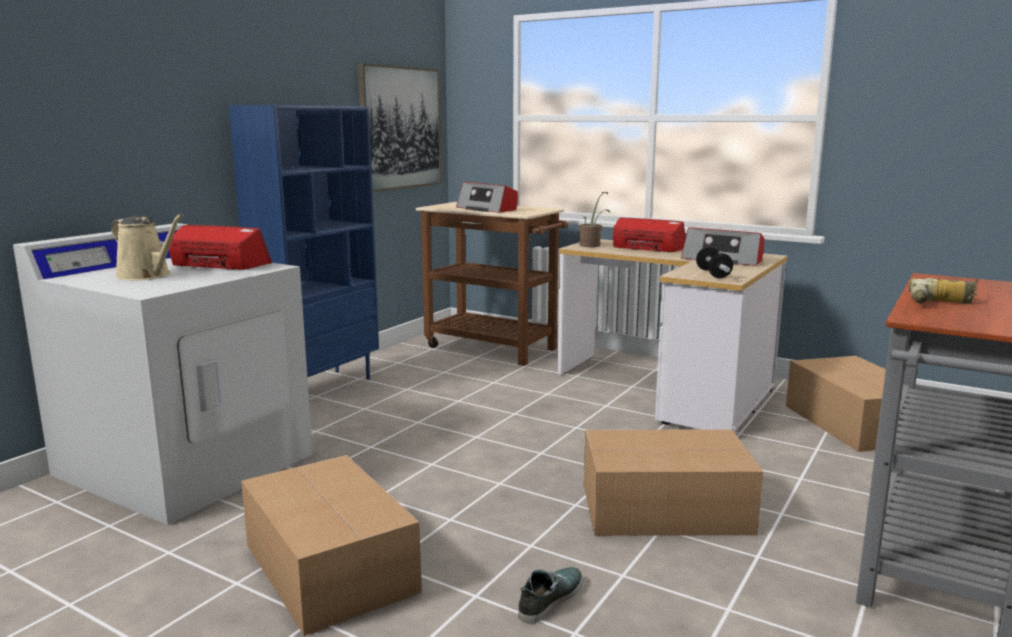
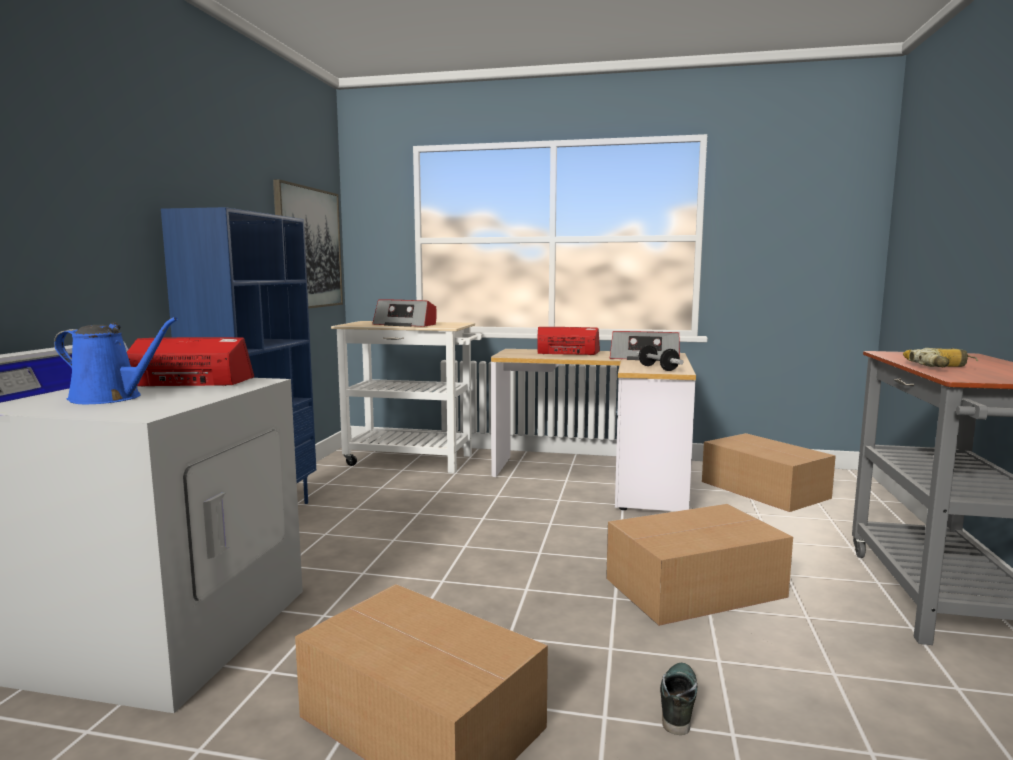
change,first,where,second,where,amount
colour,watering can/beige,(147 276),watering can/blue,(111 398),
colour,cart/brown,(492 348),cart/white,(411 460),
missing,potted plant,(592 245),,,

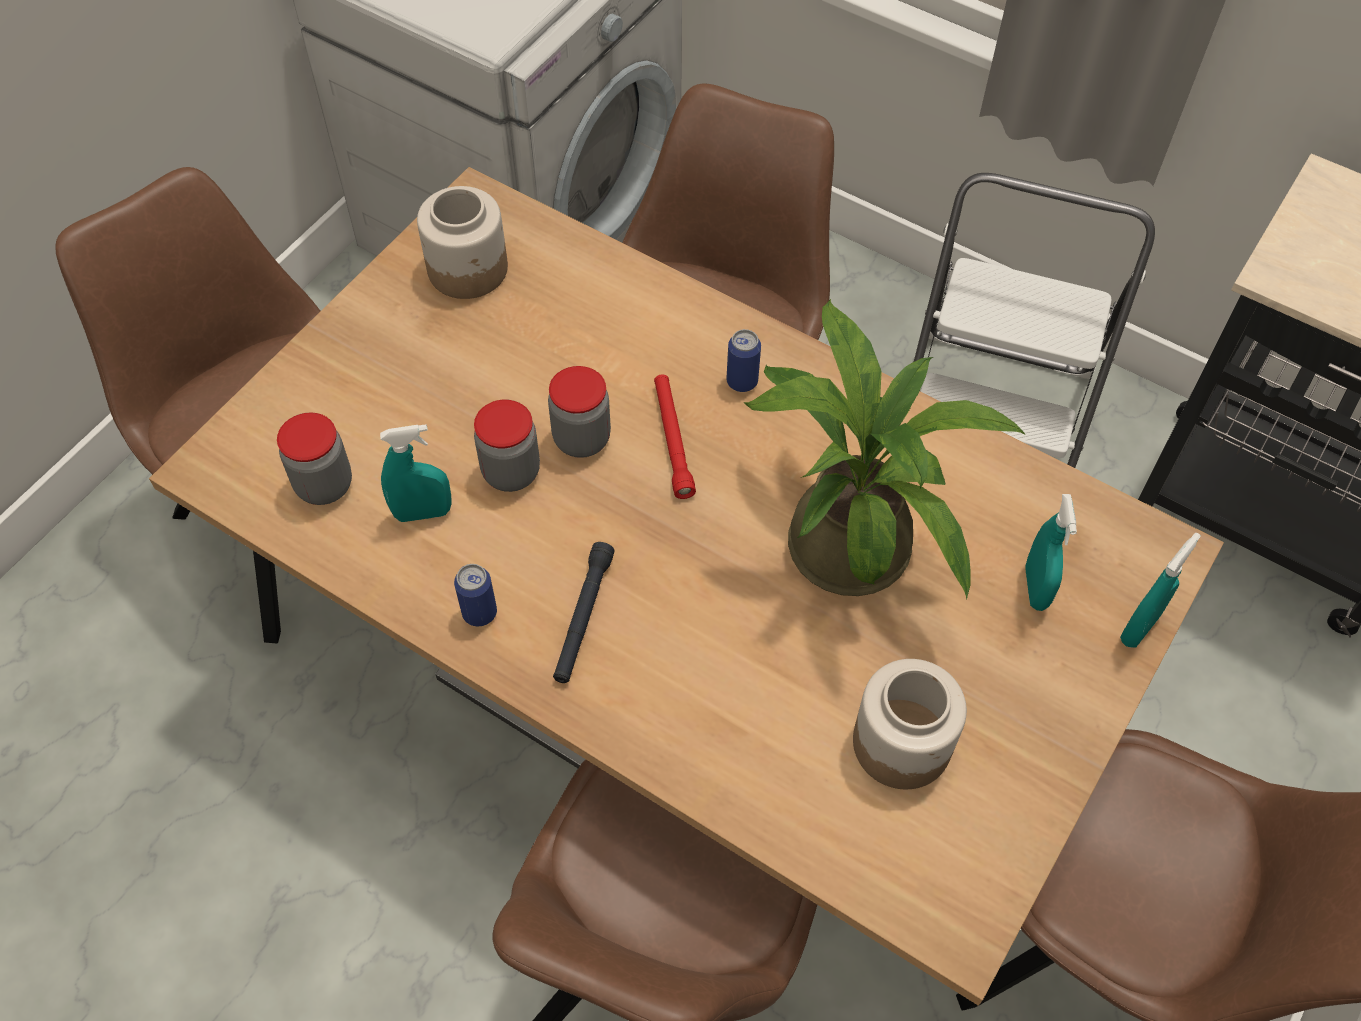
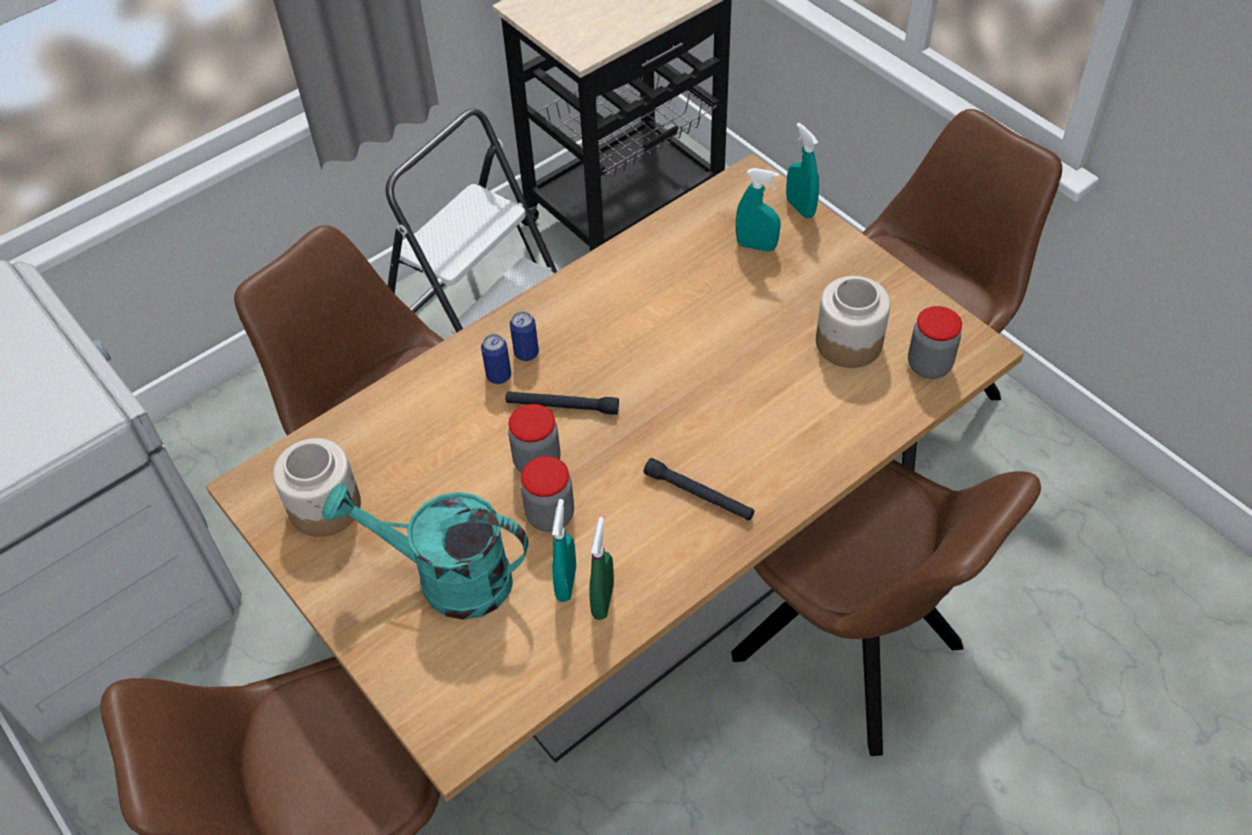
change,first,where,second,where,amount
relocated,jar,(324 485),,(929 365),
relocated,can,(479 613),,(499 376),
colour,flashlight/red,(672 440),flashlight/black,(562 406),
missing,potted plant,(849 534),,,
appeared,,,watering can/turquoise,(447 578),
appeared,,,spray bottle/green,(603 600),

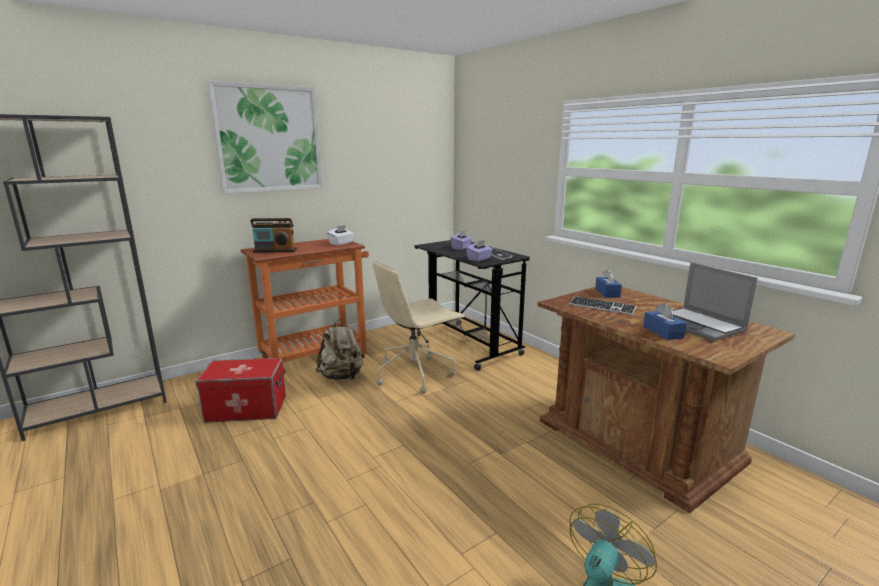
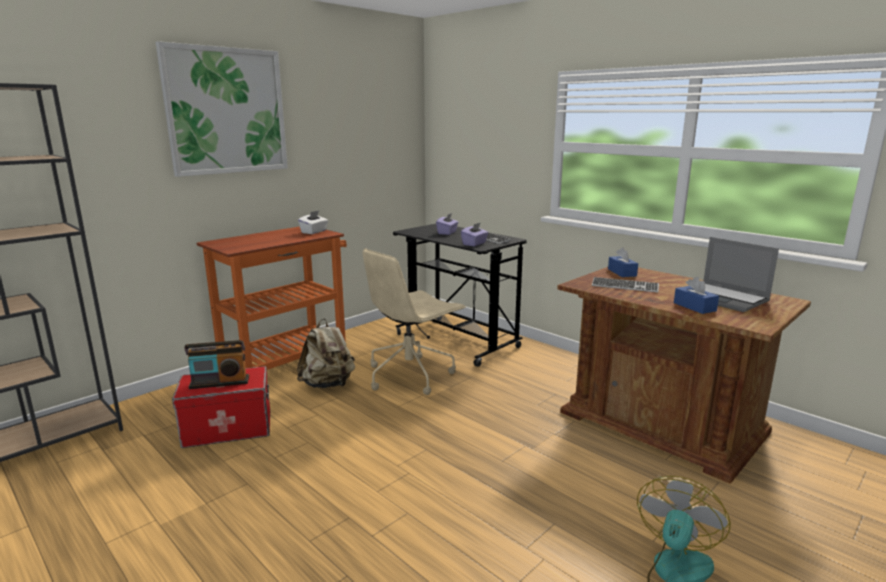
change,first,where,second,where,amount
relocated,radio,(275 251),,(219 382),

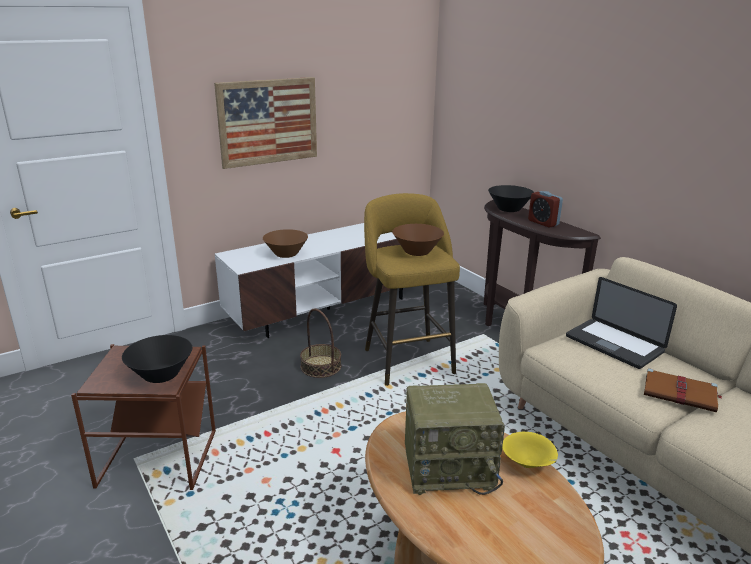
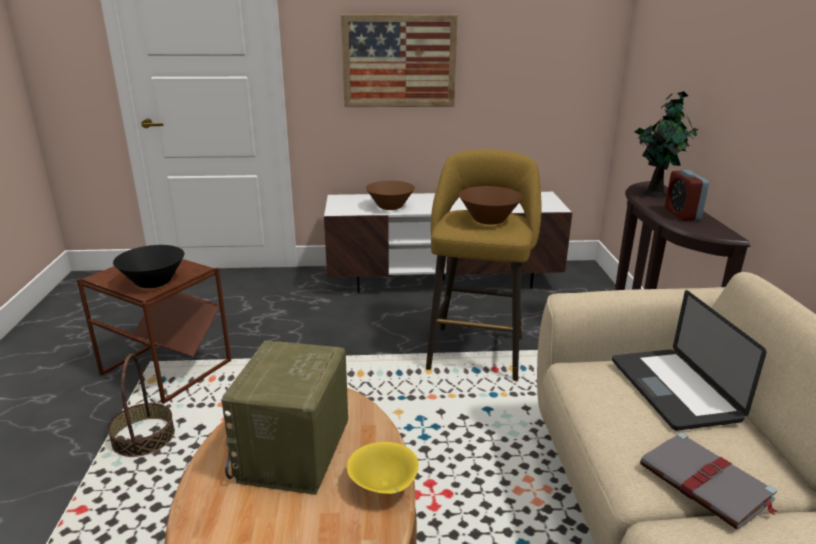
change,first,where,second,where,amount
relocated,basket,(320 366),,(143 437),
spun,radio,(450 467),,(294 455),75 degrees clockwise
exchanged,bowl/black,(509 209),potted plant,(655 193),
colour,book/brown,(681 393),book/grey,(707 483),

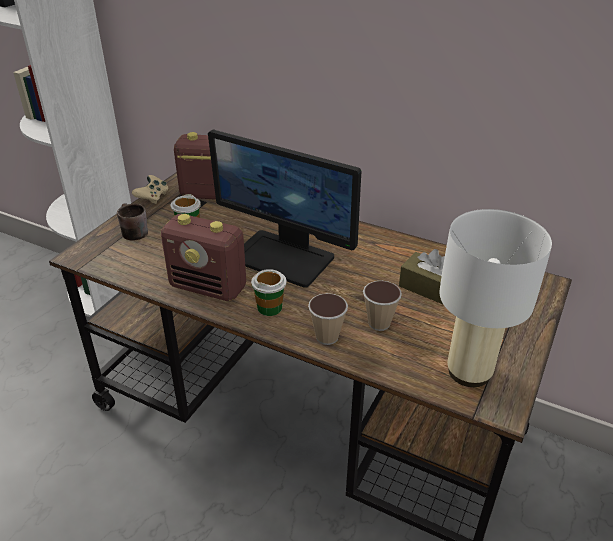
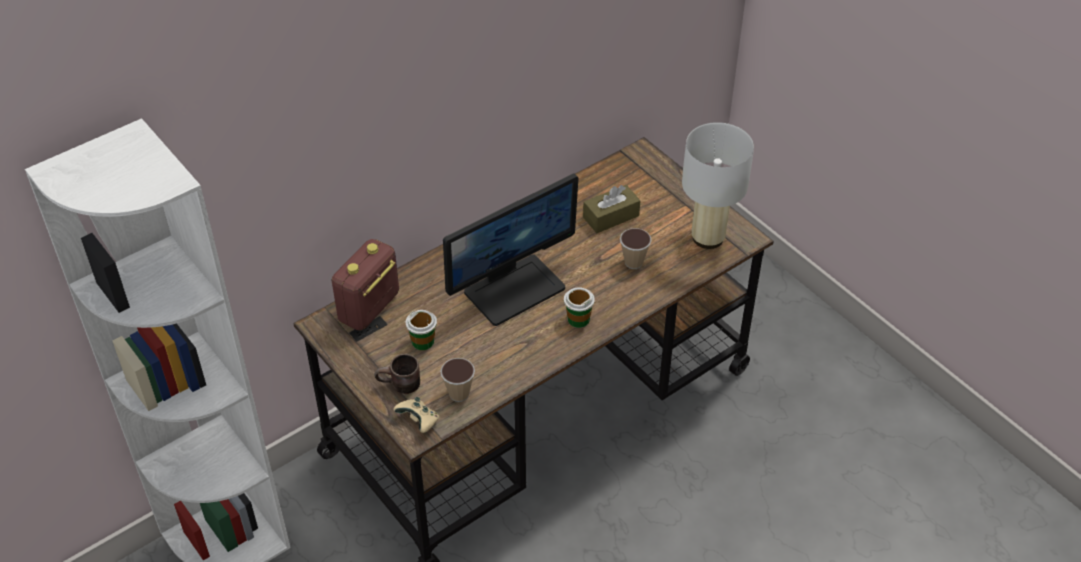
change,first,where,second,where,amount
relocated,game controller/beige,(152 197),,(419 421),
missing,radio,(209 287),,,
relocated,cup,(327 337),,(459 394),

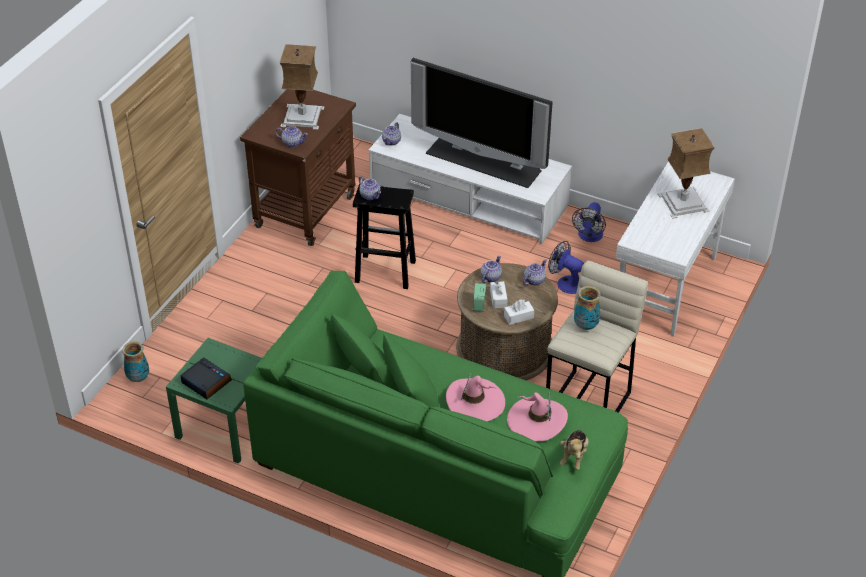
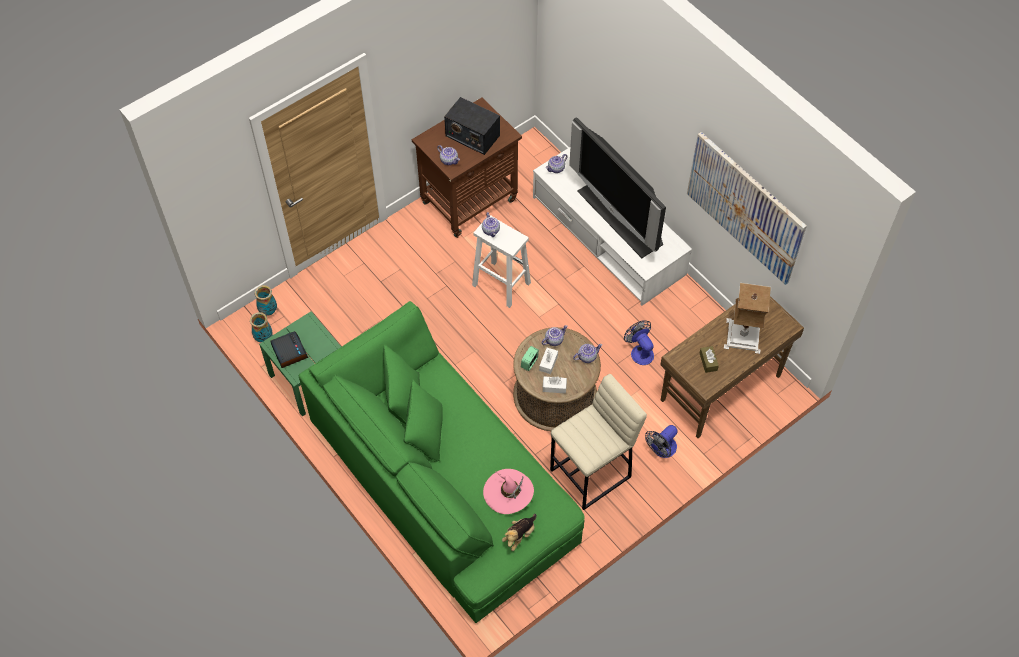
change,first,where,second,where,amount
exchanged,table lamp,(303 116),radio,(472 135),
colour,stool/black,(384 271),stool/white,(500 284),
missing,hat/pink,(475 402),,,
relocated,fan,(589 237),,(661 450),
relocated,vase,(586 326),,(264 337),
colour,console table/white,(666 287),console table/brown,(720 389),
appeared,,,picture,(745 207),
appeared,,,tissue box/brown,(708 361),

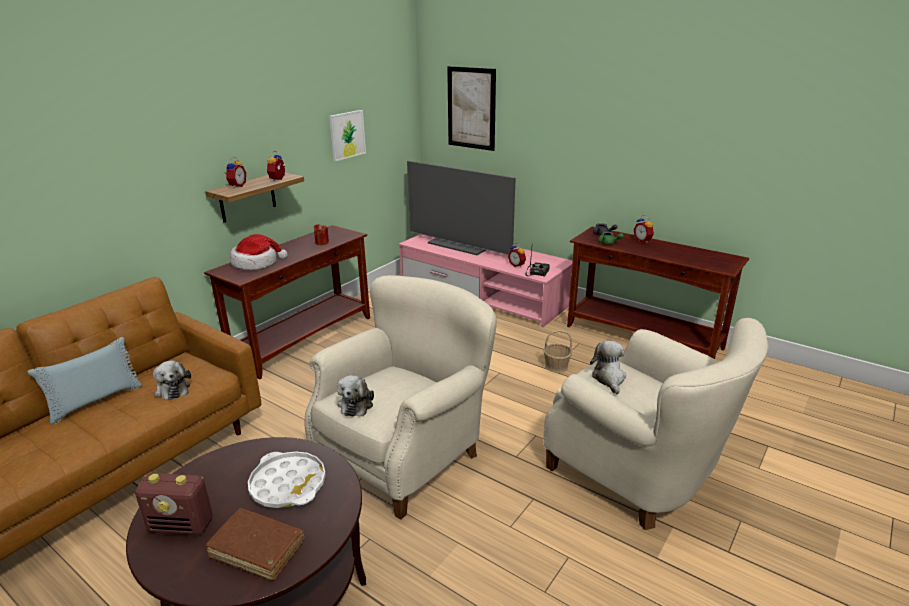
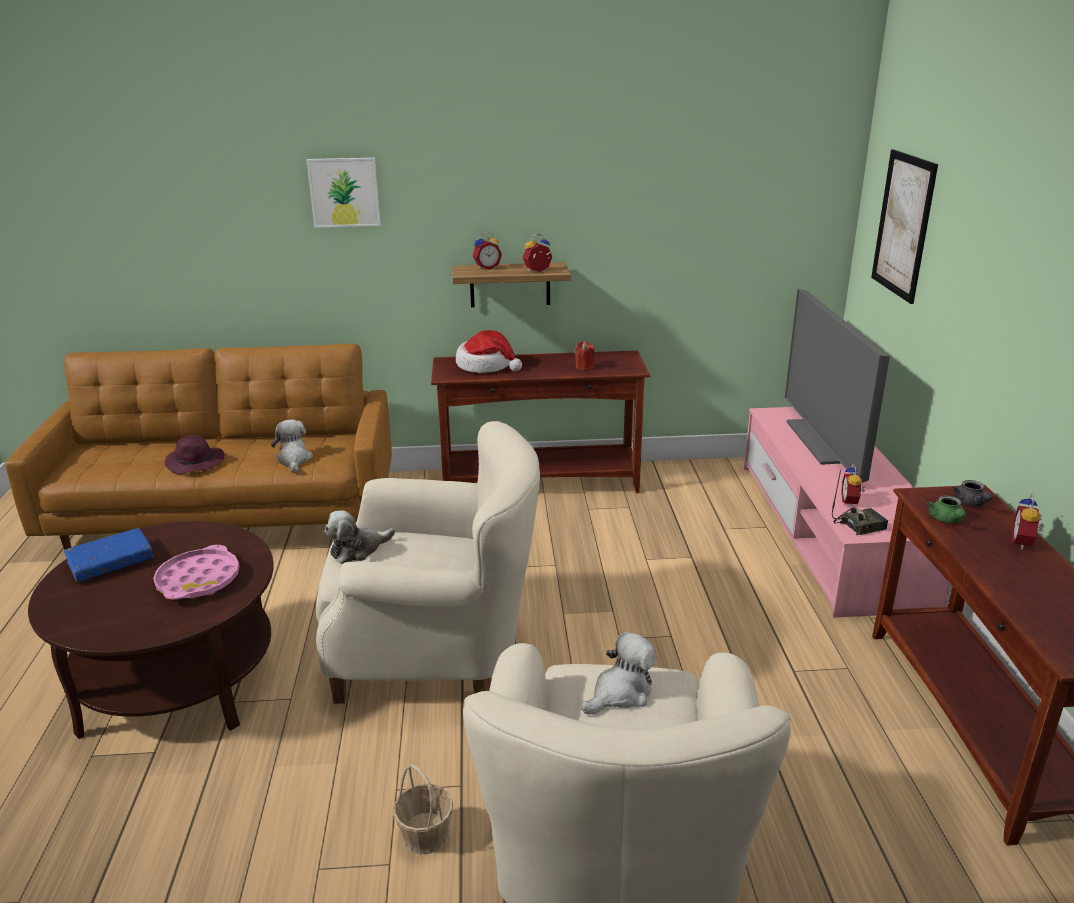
change,first,where,second,where,amount
missing,pillow/blue,(95 401),,,
exchanged,radio,(182 526),book/blue,(111 562),
spun,plush toy,(172 389),,(294 460),150 degrees clockwise
missing,book/brown,(257 549),,,
colour,tray/white,(288 485),tray/pink,(198 580),
relocated,picture,(347 135),,(344 192),
relocated,basket,(556 366),,(425 834),
appeared,,,hat/purple,(196 463),

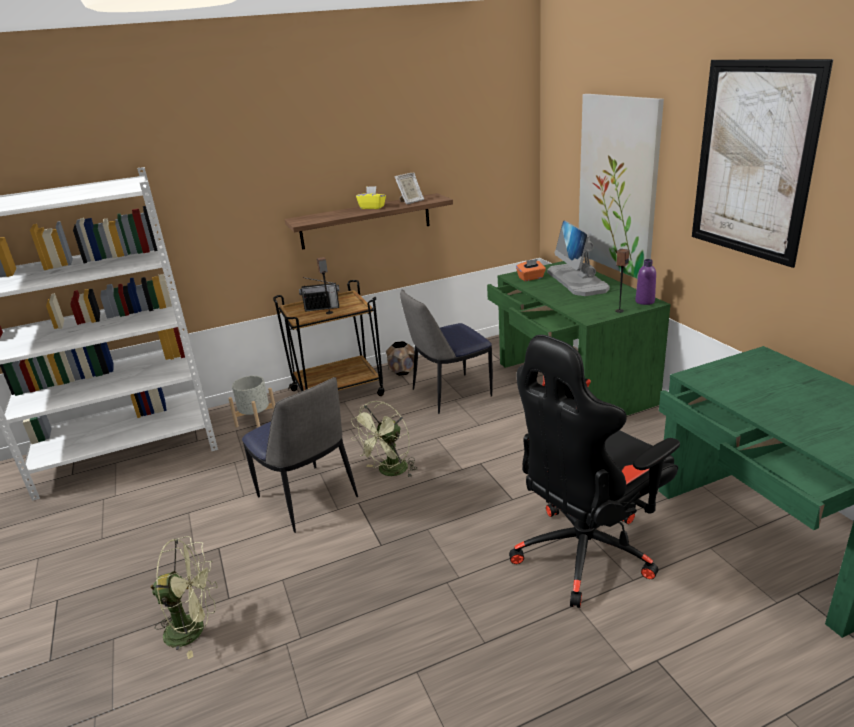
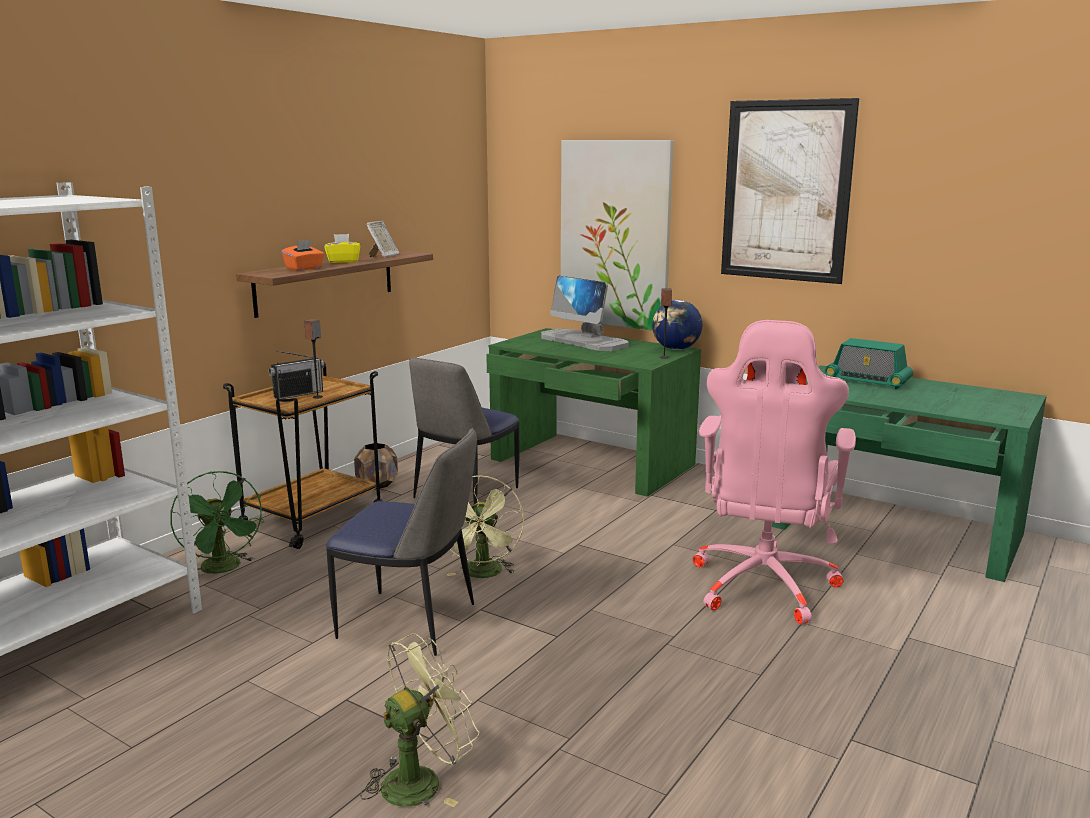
change,first,where,second,where,amount
exchanged,planter/grey,(256 421),fan/green,(224 569),
colour,office chair/black,(591 547),office chair/pink,(765 580),
relocated,tissue box/orange,(531 278),,(304 268),
exchanged,bottle/purple,(645 301),globe,(676 349),
appeared,,,radio,(867 381),

